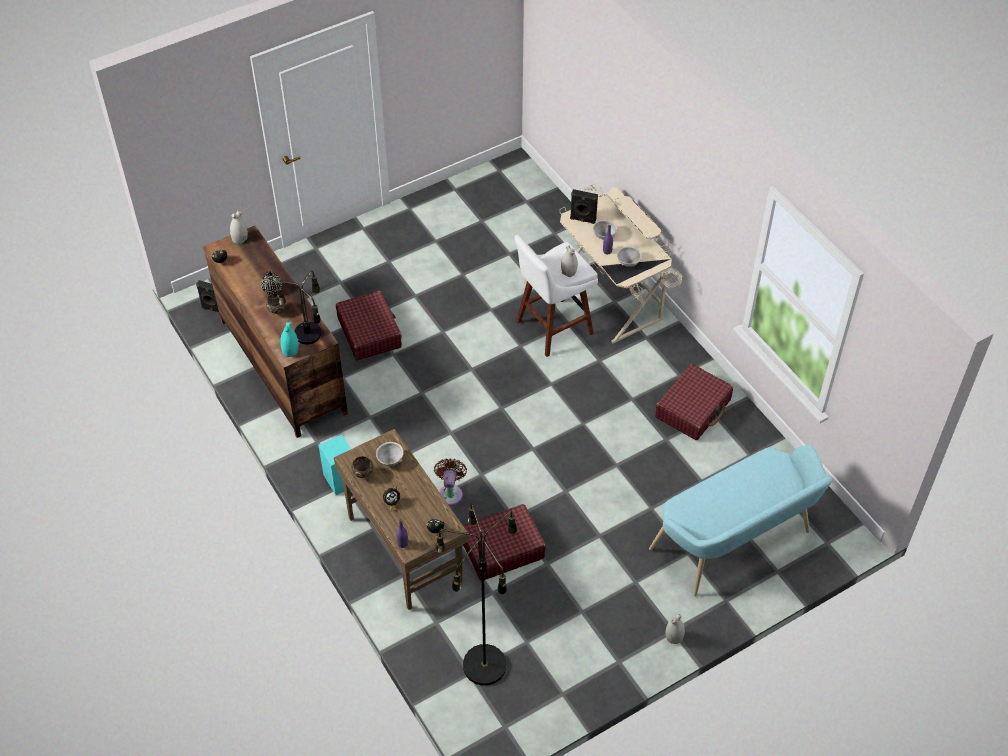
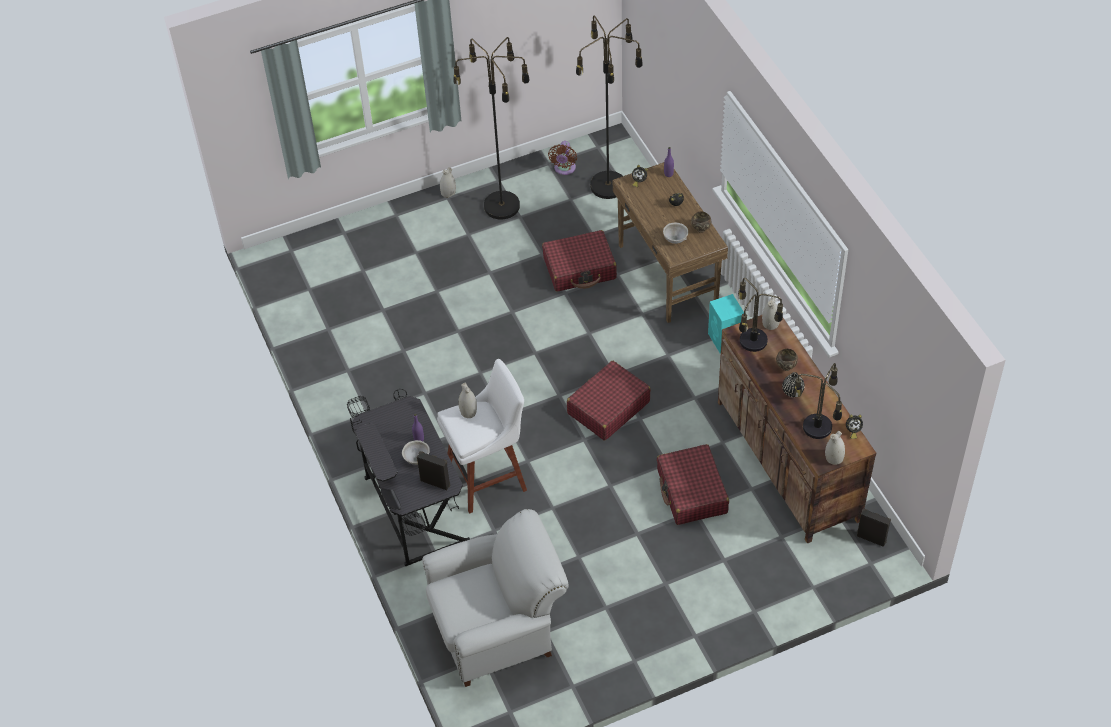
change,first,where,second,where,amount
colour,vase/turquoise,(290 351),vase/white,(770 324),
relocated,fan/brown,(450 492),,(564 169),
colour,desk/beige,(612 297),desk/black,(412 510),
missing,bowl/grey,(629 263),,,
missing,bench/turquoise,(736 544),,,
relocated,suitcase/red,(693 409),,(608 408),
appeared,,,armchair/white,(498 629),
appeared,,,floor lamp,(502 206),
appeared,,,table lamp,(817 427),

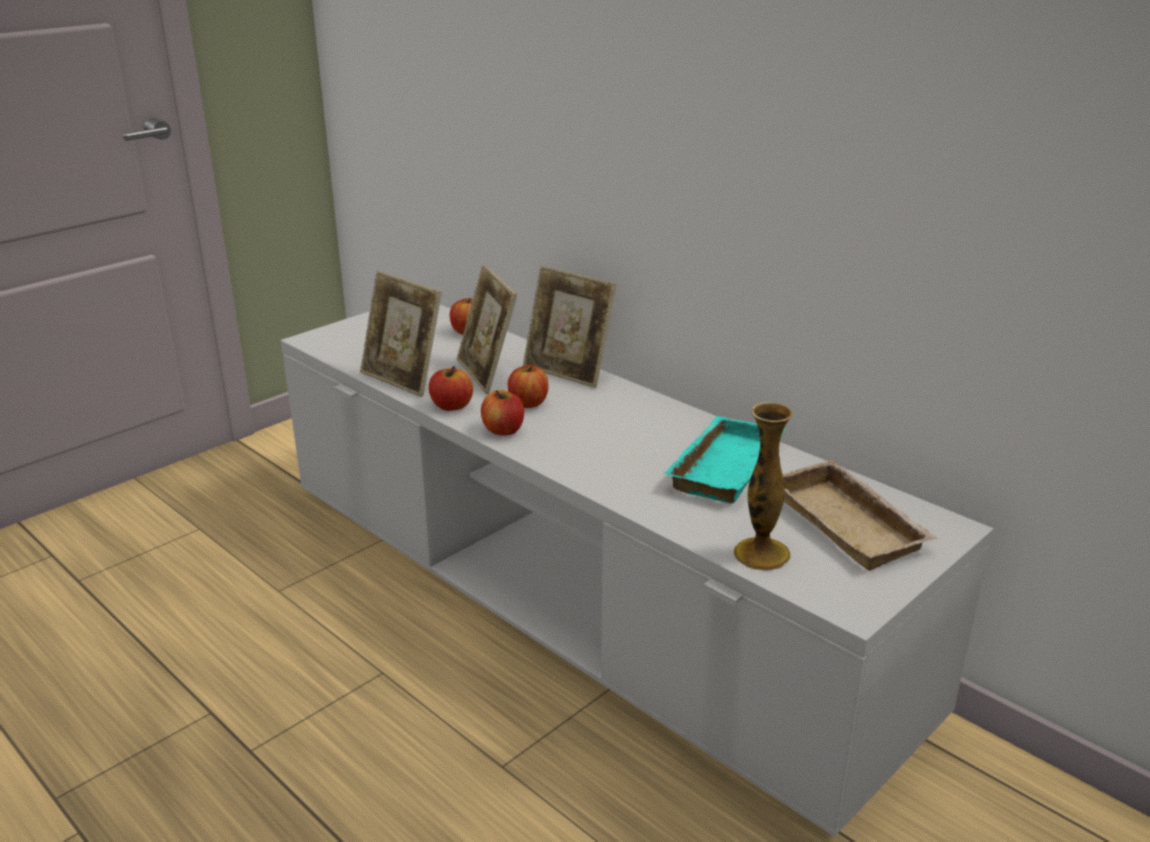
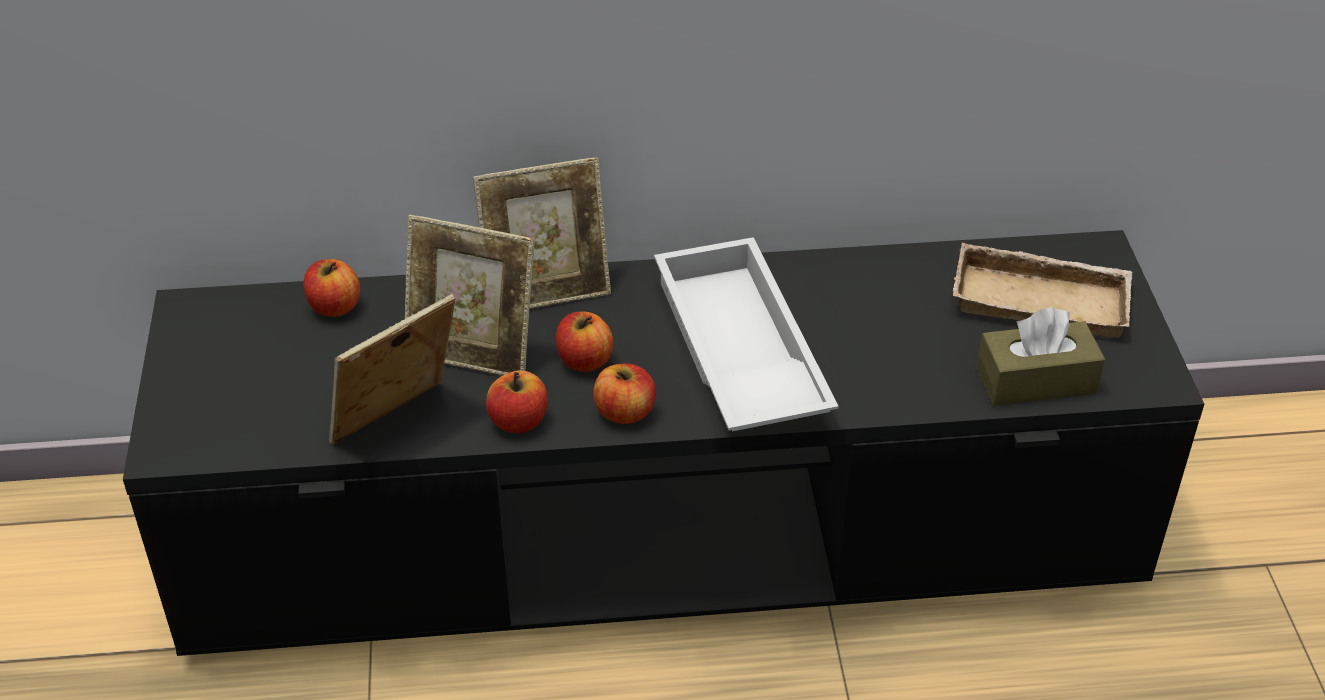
change,first,where,second,where,amount
colour,tv stand/white,(579 593),tv stand/black,(662 534),
spun,picture frame,(403 379),,(398 425),150 degrees clockwise
missing,tray/turquoise,(722 465),,,
exchanged,vase,(761 554),tissue box/brown,(1036 380),
appeared,,,tray/white,(735 352),

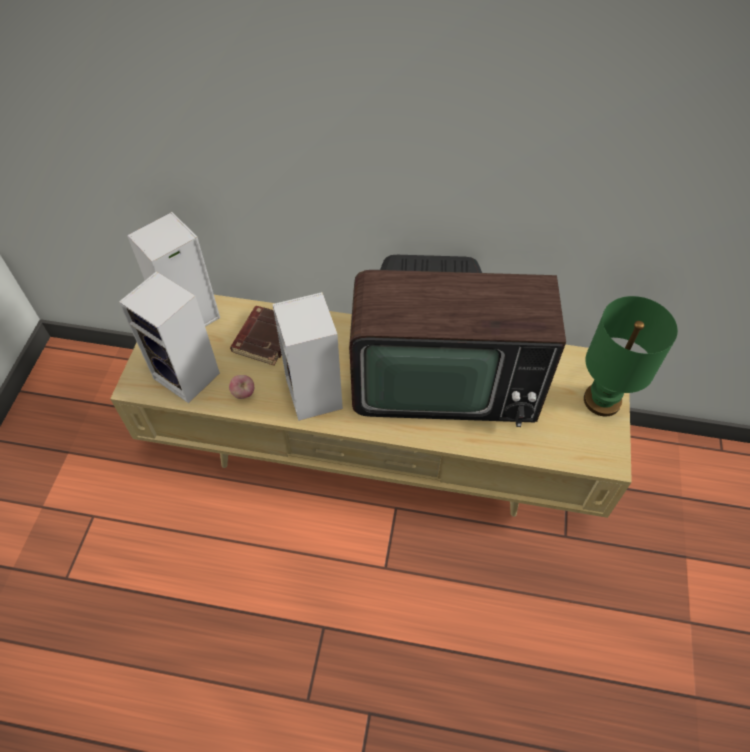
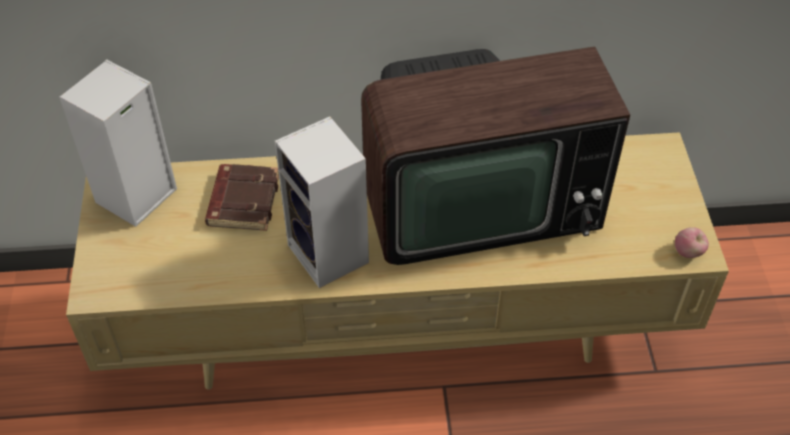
change,first,where,second,where,amount
missing,speaker,(189 376),,,
relocated,apple,(243 393),,(688 252),
missing,table lamp/green,(601 399),,,

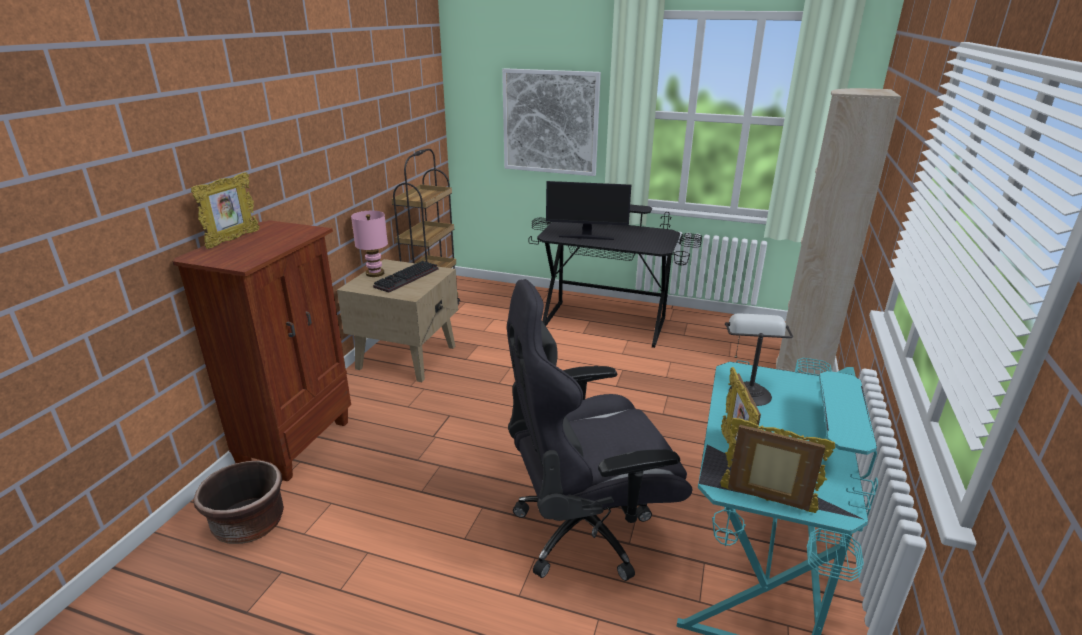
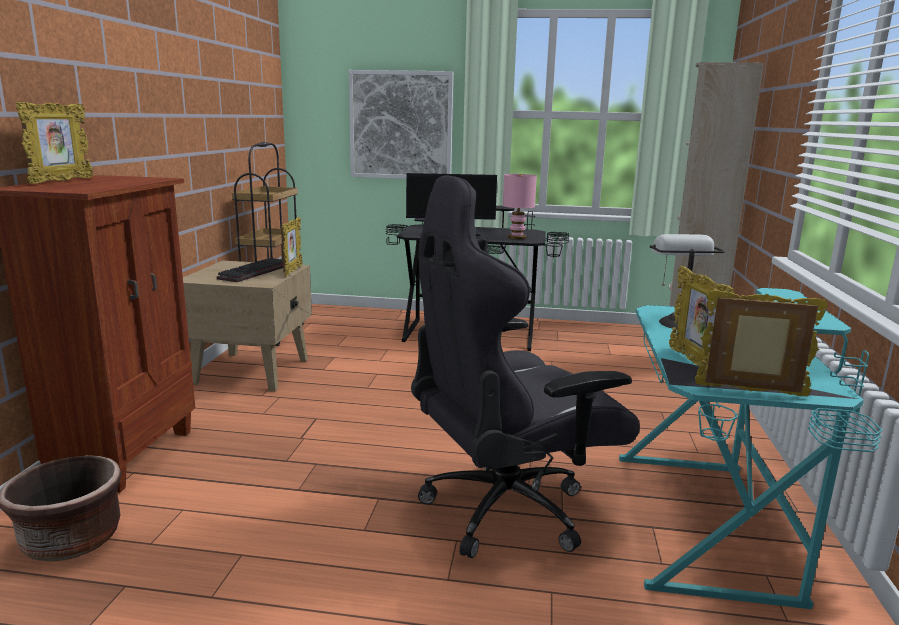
change,first,where,second,where,amount
relocated,table lamp/pink,(375 273),,(516 237),
appeared,,,picture frame,(292 271),

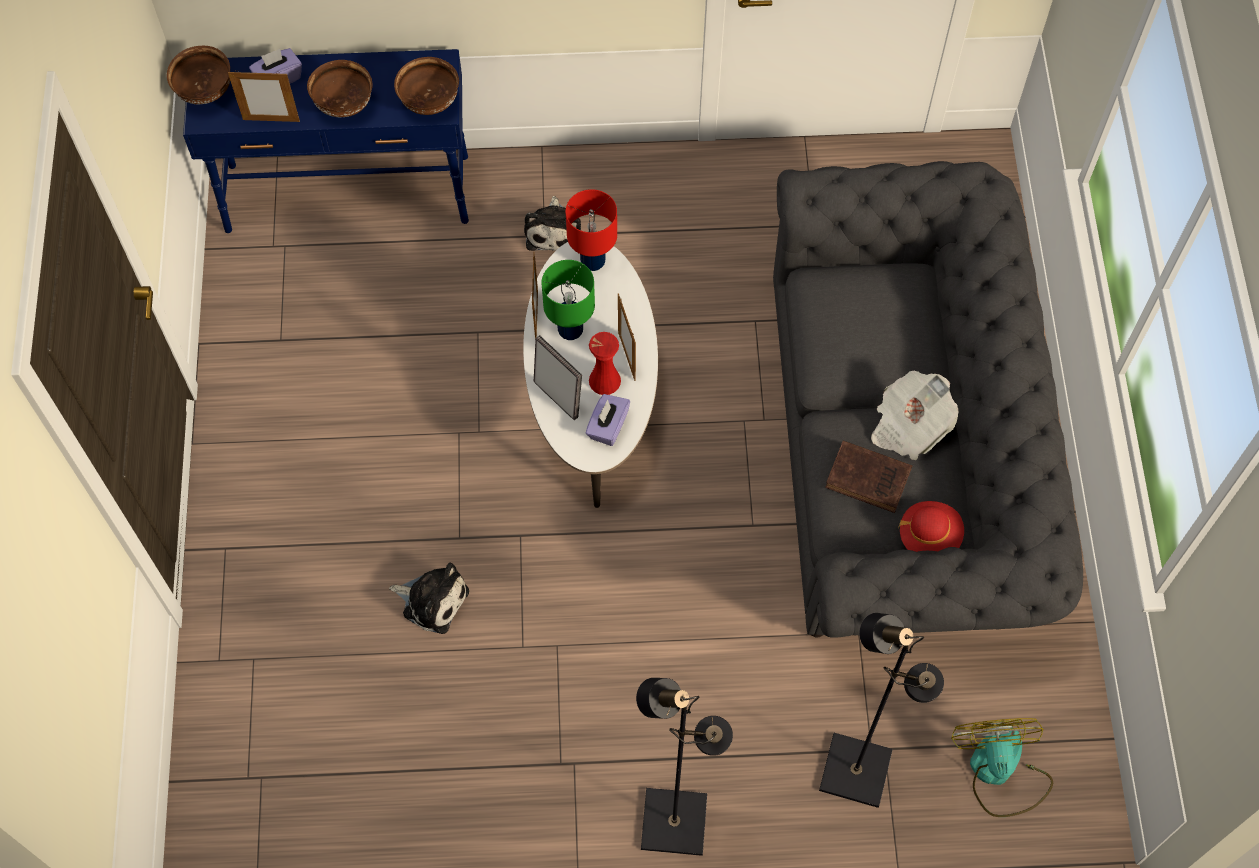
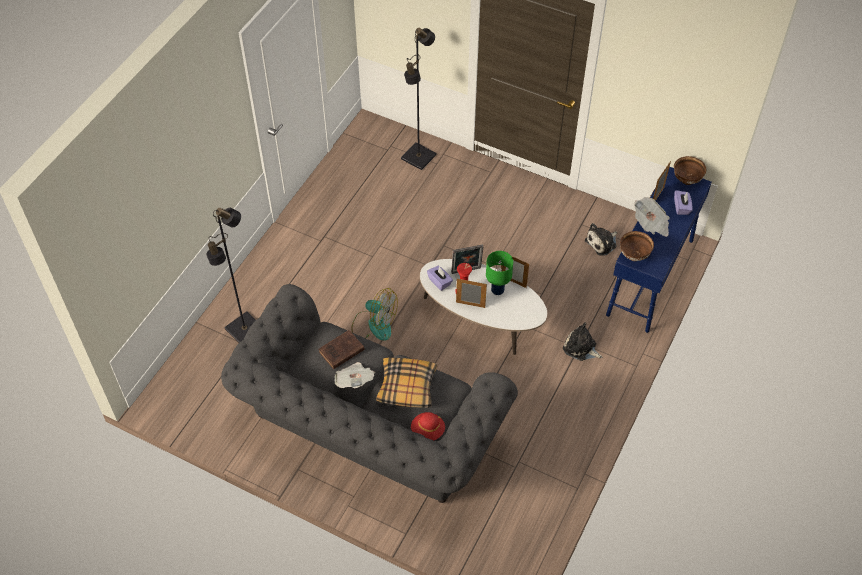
change,first,where,second,where,amount
exchanged,bowl/brown,(344 106),newspaper,(651 224),
relocated,plush toy,(432 600),,(602 243),
missing,table lamp/red,(592 260),,,
relocated,floor lamp/black,(674 822),,(418 157),
relocated,hat/red,(929 536),,(428 431),
relocated,fan,(999 771),,(374 325),
appeared,,,pillow,(407 387),

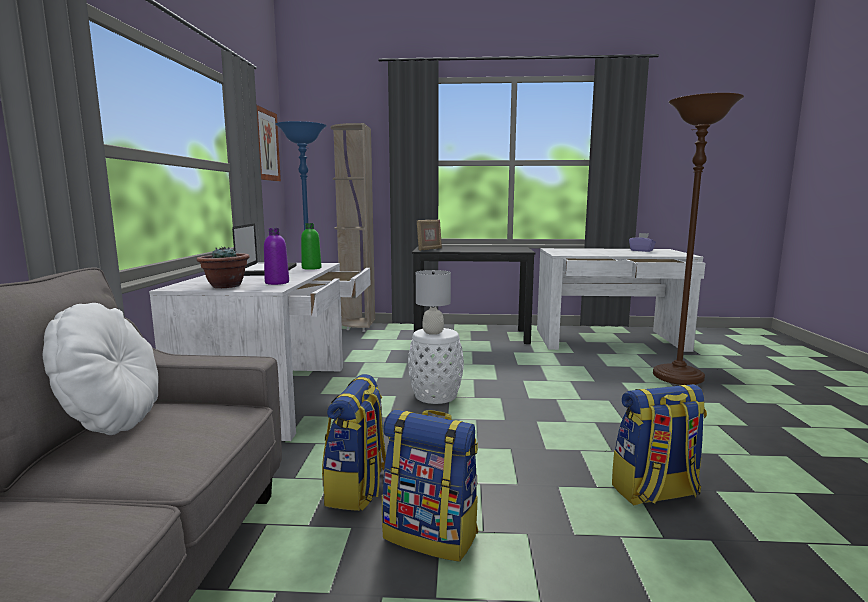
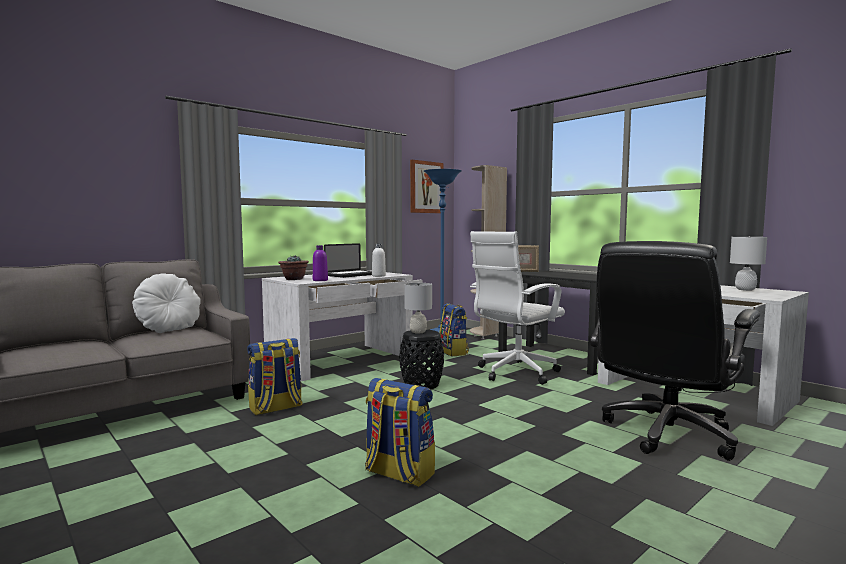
change,first,where,second,where,amount
colour,bottle/green,(311 268),bottle/white,(378 276),
relocated,backpack,(431 535),,(454 352),
colour,stool/white,(436 396),stool/black,(421 385),
exchanged,tissue box/purple,(641 250),table lamp/white,(744 290),
exchanged,floor lamp/brown,(677 377),office chair/black,(664 435),
appeared,,,office chair/white,(514 373),

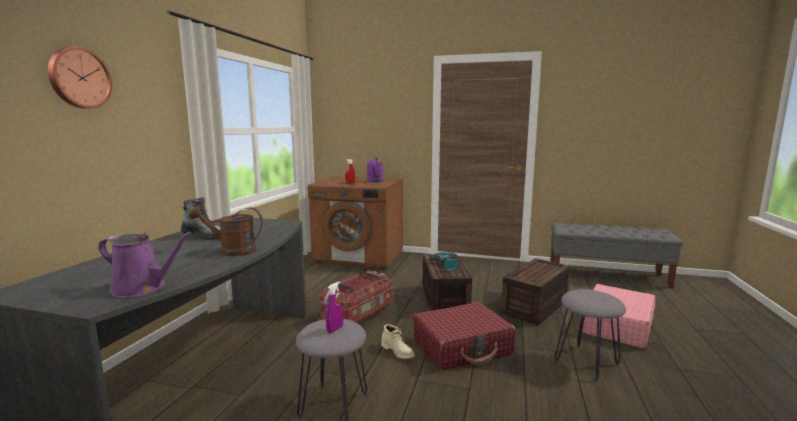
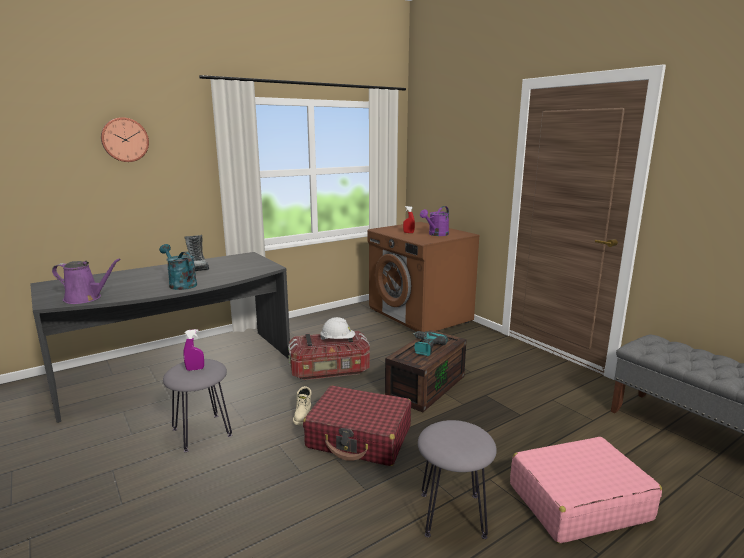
change,first,where,second,where,amount
spun,watering can/purple,(142 288),,(86 298),45 degrees counterclockwise
colour,watering can/brown,(232 251),watering can/turquoise,(180 284),
missing,storage box/brown,(536 307),,,
appeared,,,hard hat/white,(338 340),

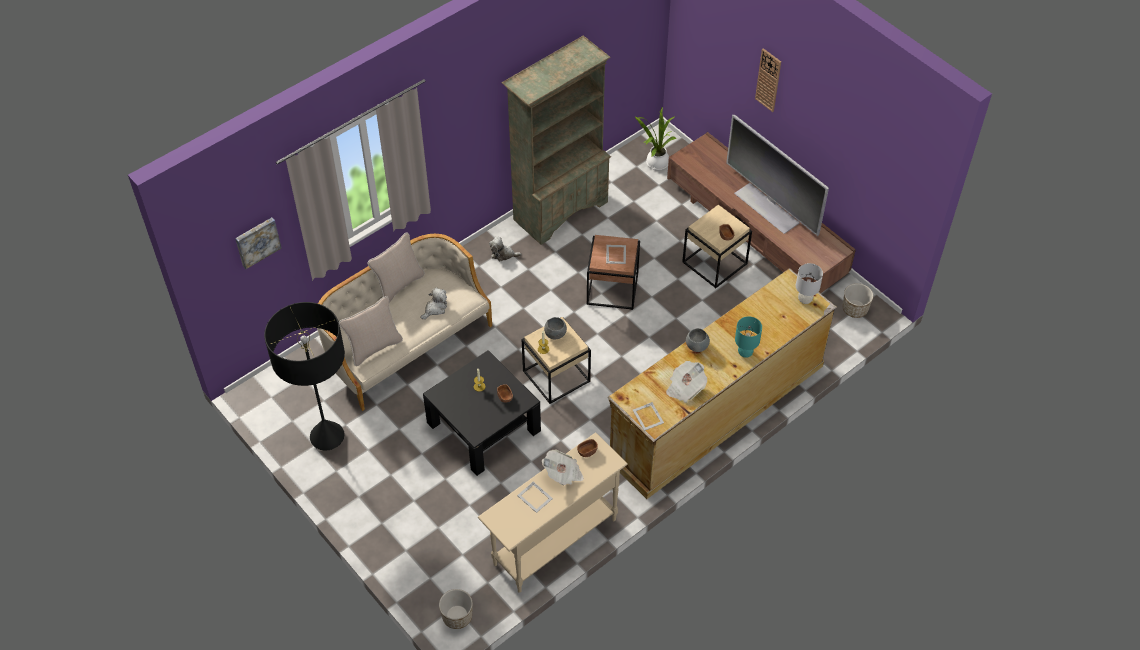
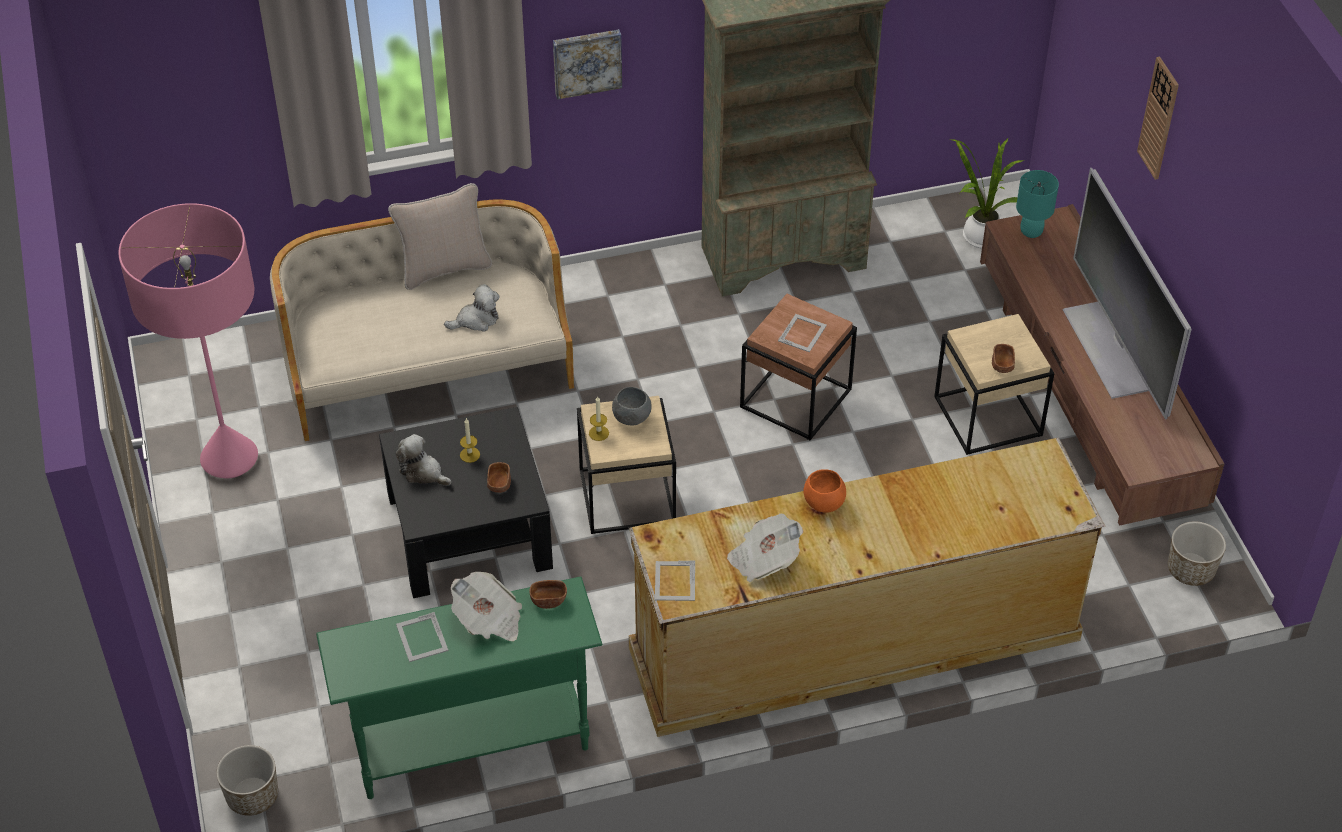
change,first,where,second,where,amount
relocated,picture,(257 241),,(587 62),
colour,floor lamp/black,(327 438),floor lamp/pink,(230 461),
missing,pillow/beige,(374 347),,,
colour,console table/beige,(554 542),console table/green,(470 744),
relocated,plush toy,(503 254),,(423 472),
colour,bowl/grey,(697 346),bowl/orange,(824 502),
relocated,table lamp/turquoise,(745 353),,(1030 233),
missing,table lamp/grey,(805 299),,,

